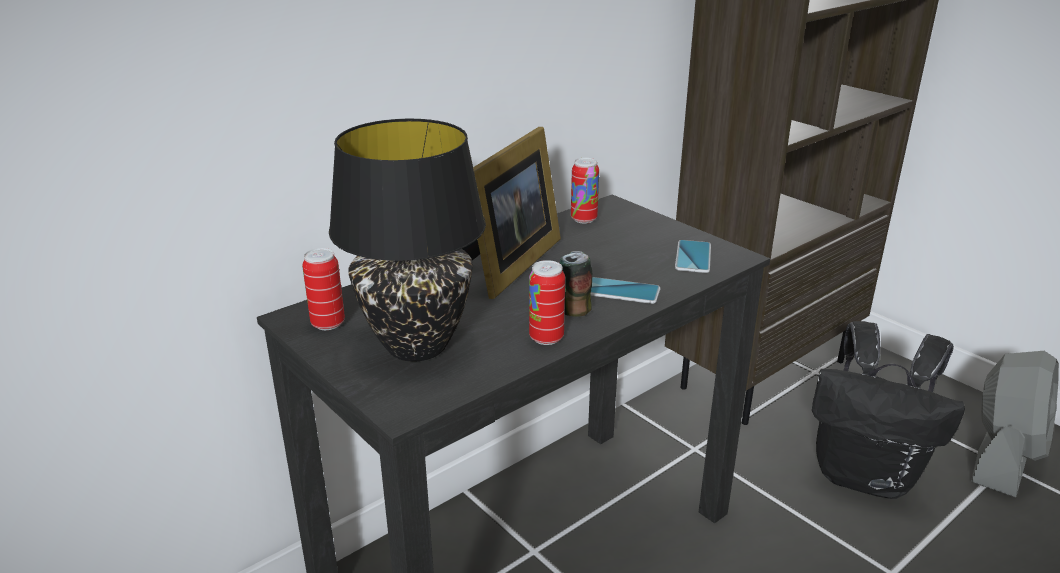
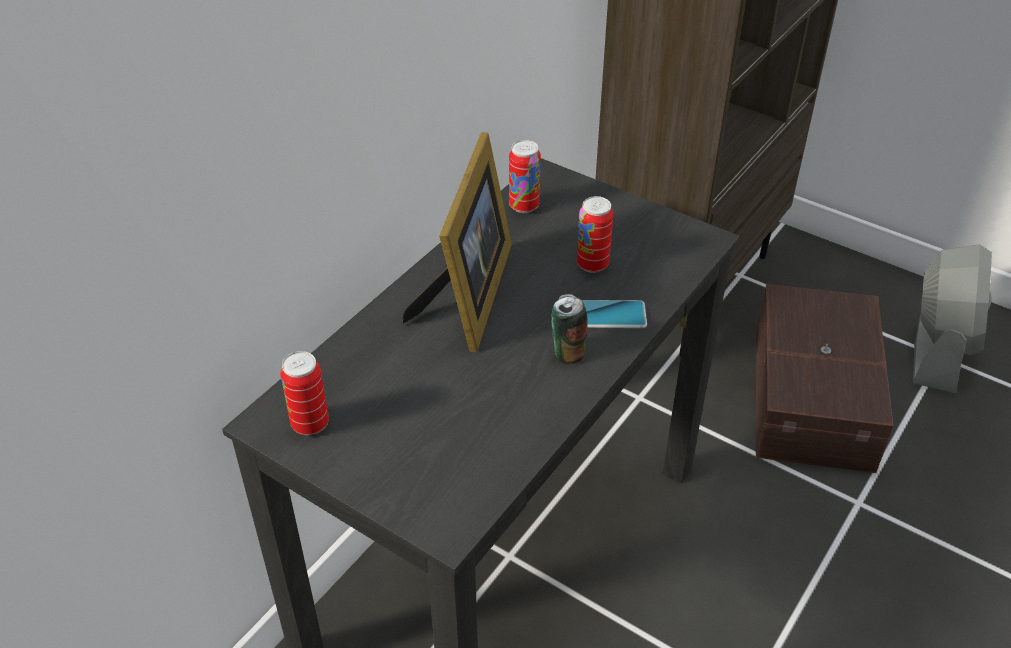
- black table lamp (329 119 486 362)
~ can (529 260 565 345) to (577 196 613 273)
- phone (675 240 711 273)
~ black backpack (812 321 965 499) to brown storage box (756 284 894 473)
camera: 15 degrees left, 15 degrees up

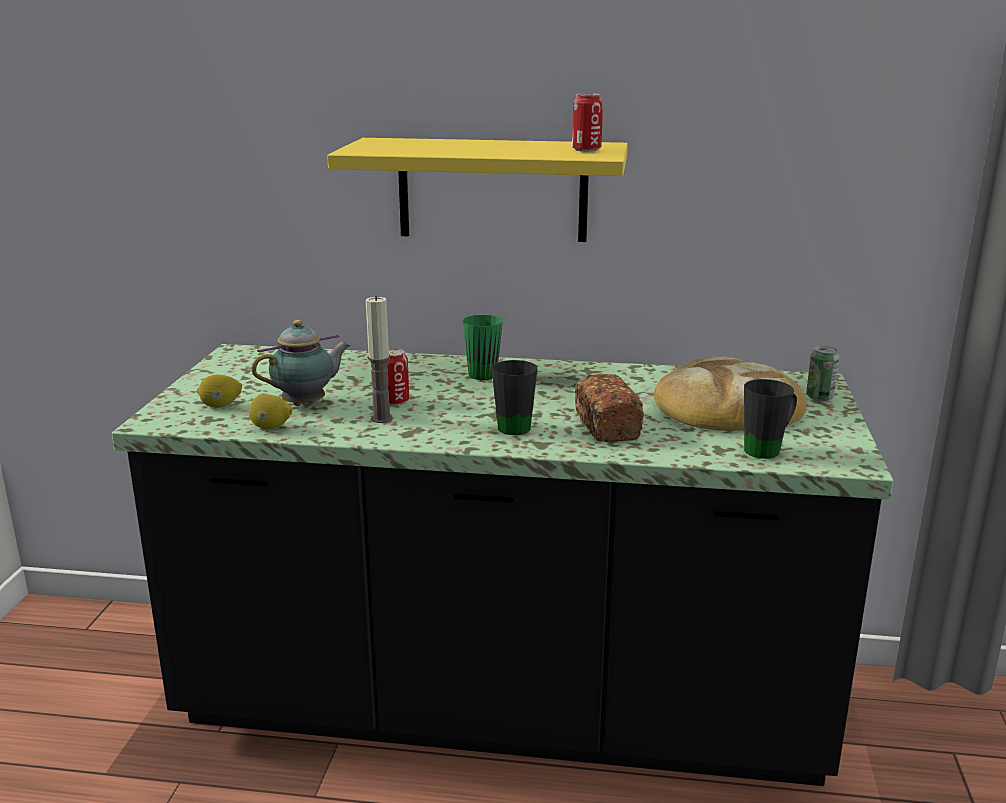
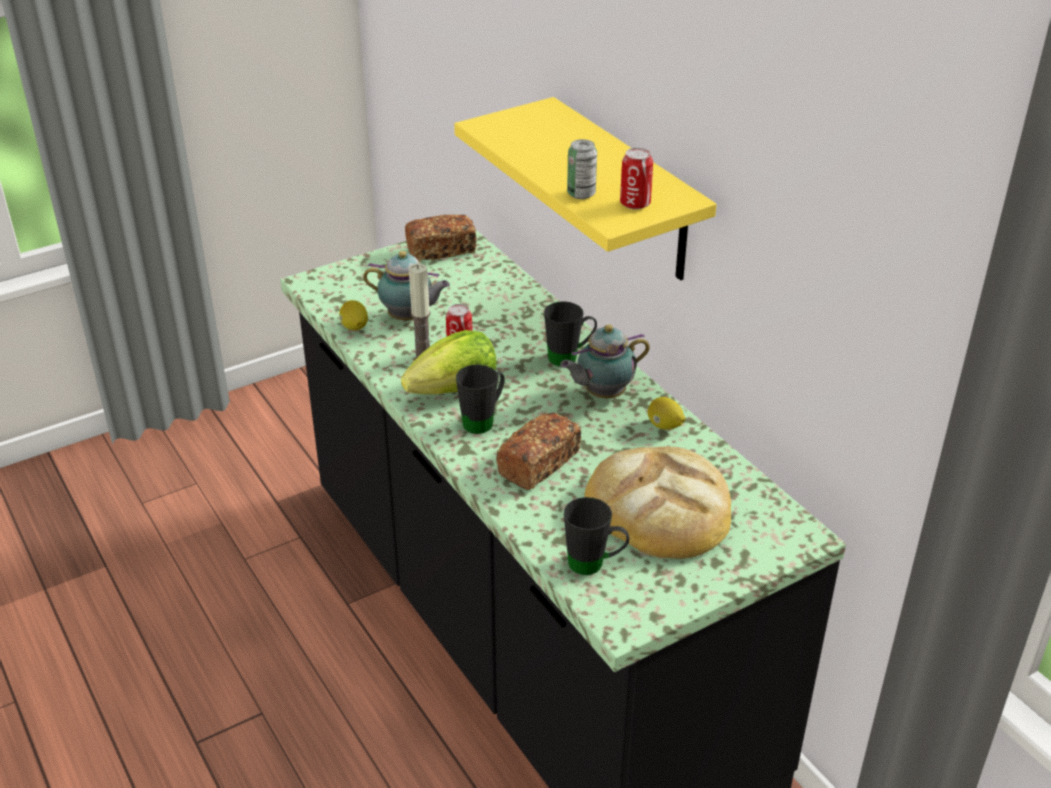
~ lemon (197 375 242 407) to (648 397 685 430)
~ green mug (463 315 503 380) to black mug (544 301 597 366)
~ can (806 346 839 401) to (567 139 597 199)
+ lettuce (401 330 496 394)
+ bread (405 215 476 261)
+ teapot (560 324 650 398)
camera: 50 degrees right, 15 degrees up

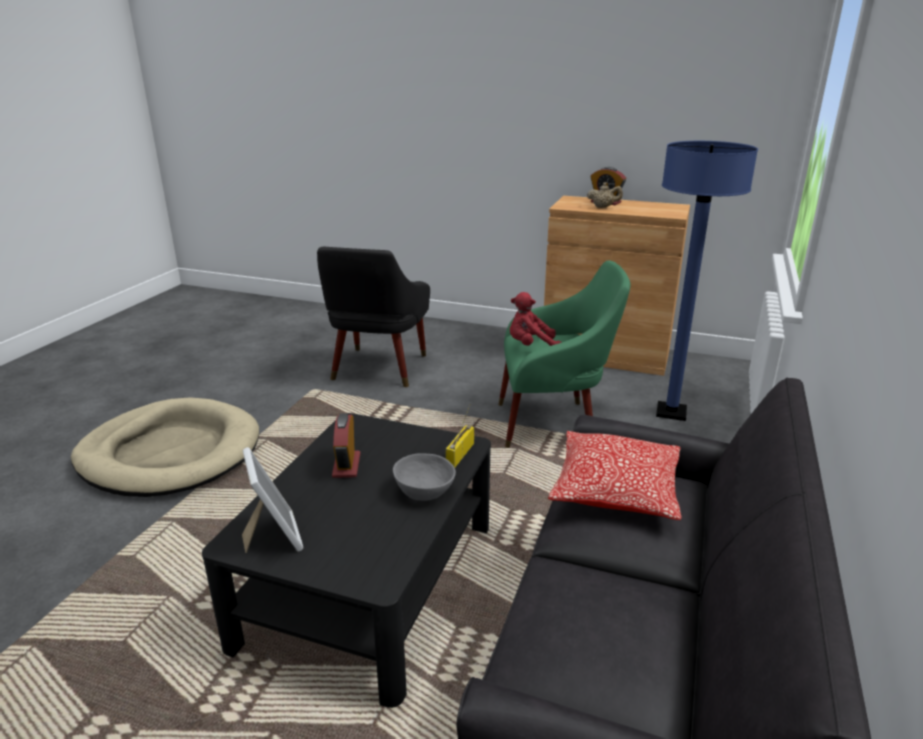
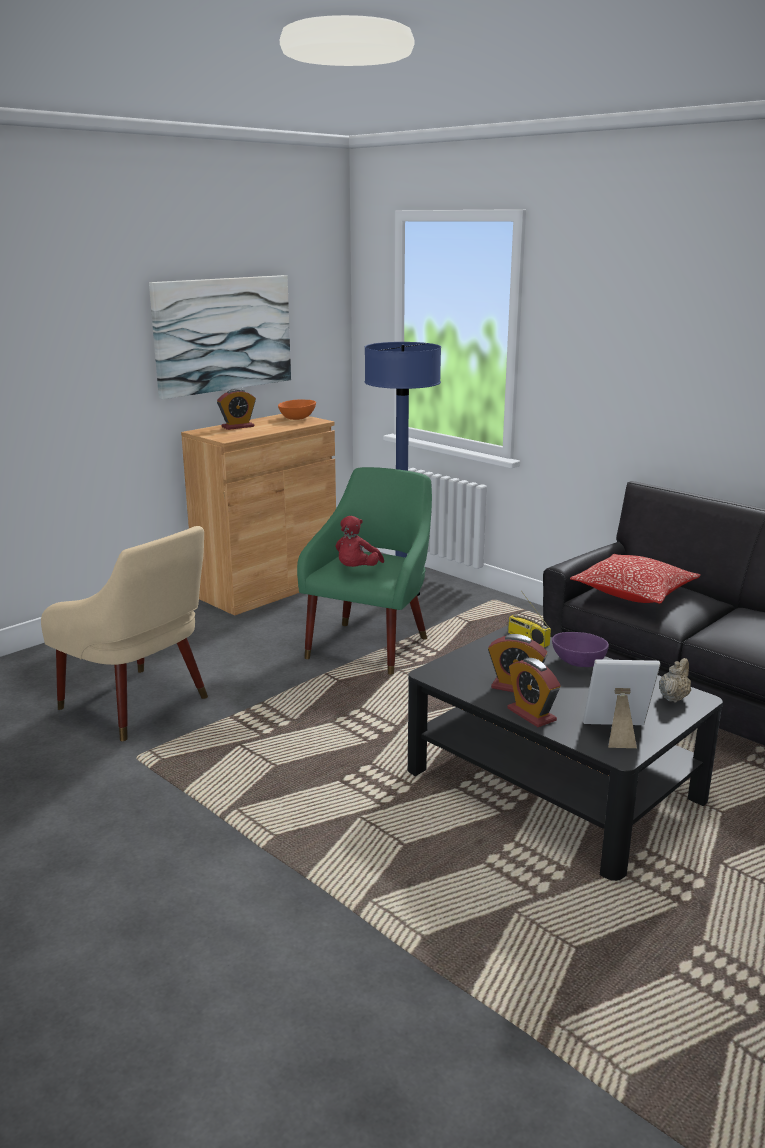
- beige dog bed (71 397 259 497)
~ black armchair (317 247 430 387) to beige armchair (41 526 208 741)
~ grey bowl (393 453 456 501) to purple bowl (552 632 609 667)
~ beige teapot (587 182 623 208) to (659 658 691 703)
+ picture (149 275 291 399)
+ orange bowl (278 400 316 420)
+ alarm clock (507 658 561 727)
camera: 65 degrees left, 5 degrees down

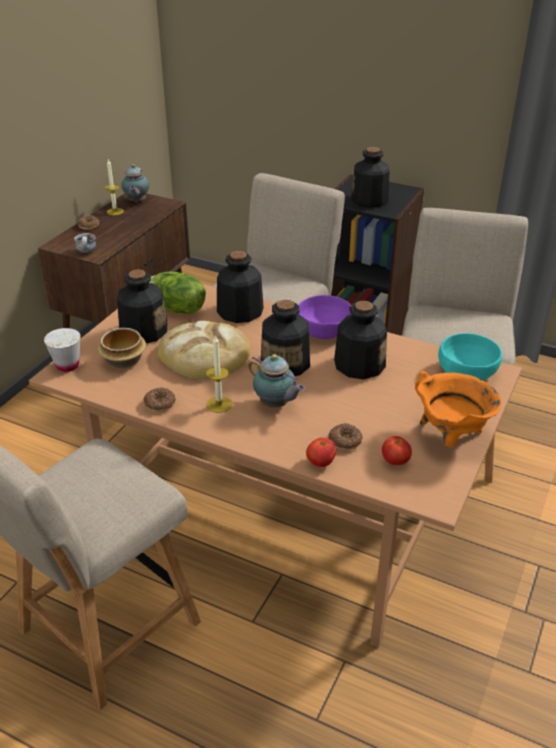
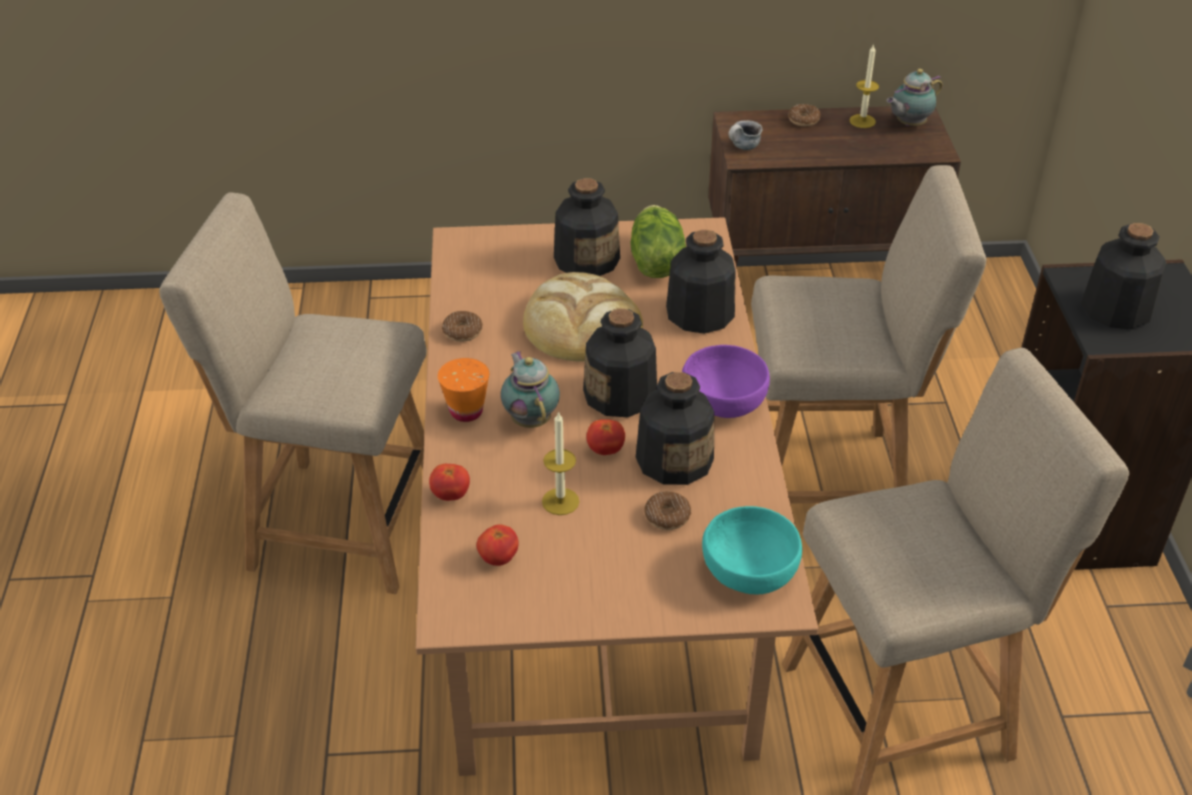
- white cup (44 328 81 372)
- bowl (98 328 146 369)
~ candle (206 335 232 413) to (542 411 579 515)
~ teapot (248 354 305 408) = (501 351 560 428) 150 degrees clockwise
~ donut (328 423 362 450) to (644 492 691 530)
- orange cooking pot (415 371 502 447)
+ orange cup (438 358 489 422)
+ tomato (586 419 625 455)
camera: 60 degrees right, 5 degrees up

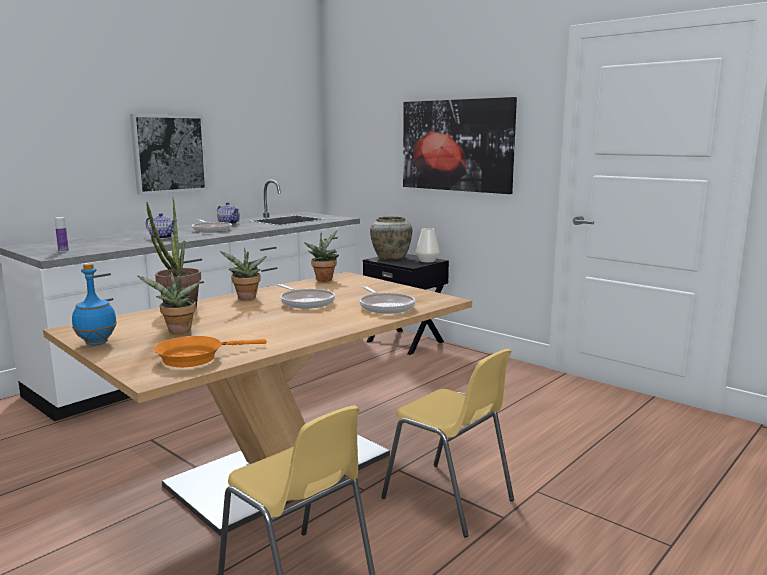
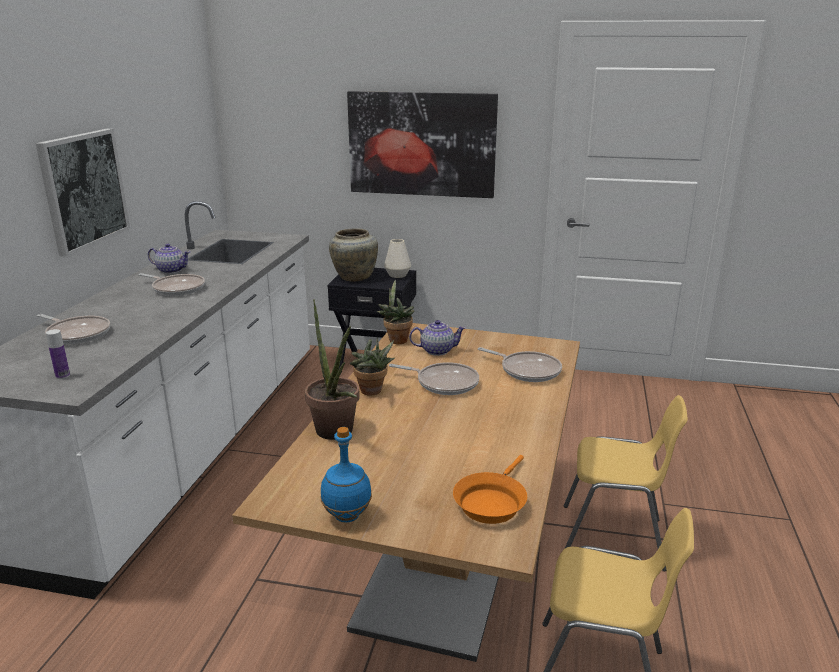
- potted plant (137 272 200 334)
~ teapot (146 213 178 239) to (409 320 466 356)
+ frying pan (37 314 110 344)
camera: 30 degrees left, 10 degrees up

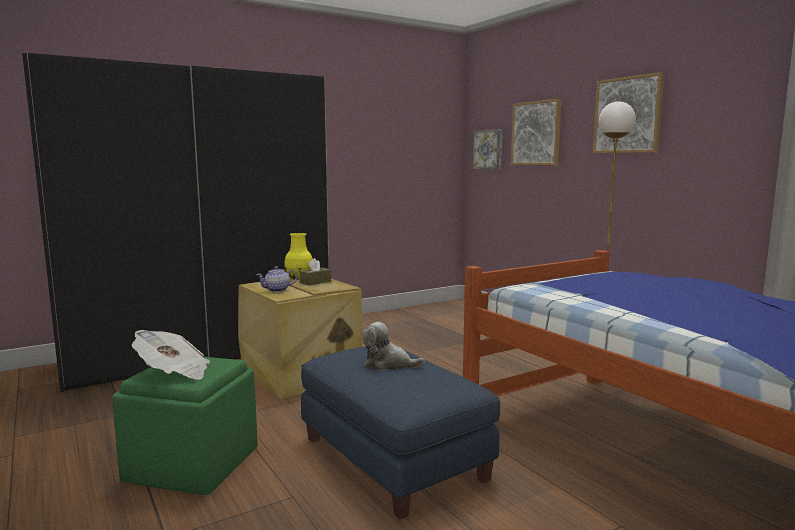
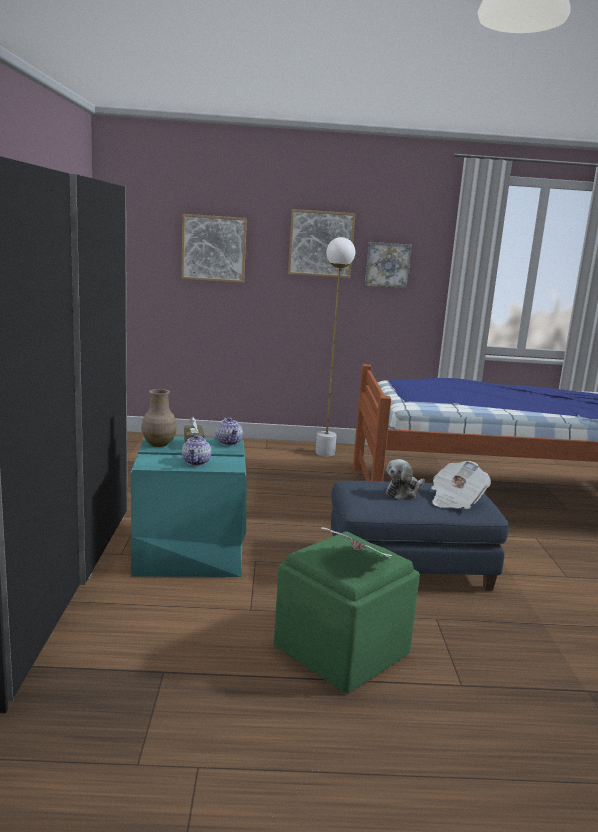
~ beige storage box (238 277 362 399) to turquoise storage box (131 436 246 577)
~ yellow vase (284 233 313 280) to brown vase (141 389 177 447)
~ picture (473 129 502 169) to (365 242 412 289)
+ teapot (216 417 243 445)
+ newspaper (431 461 491 509)
camera: 60 degrees left, 5 degrees up

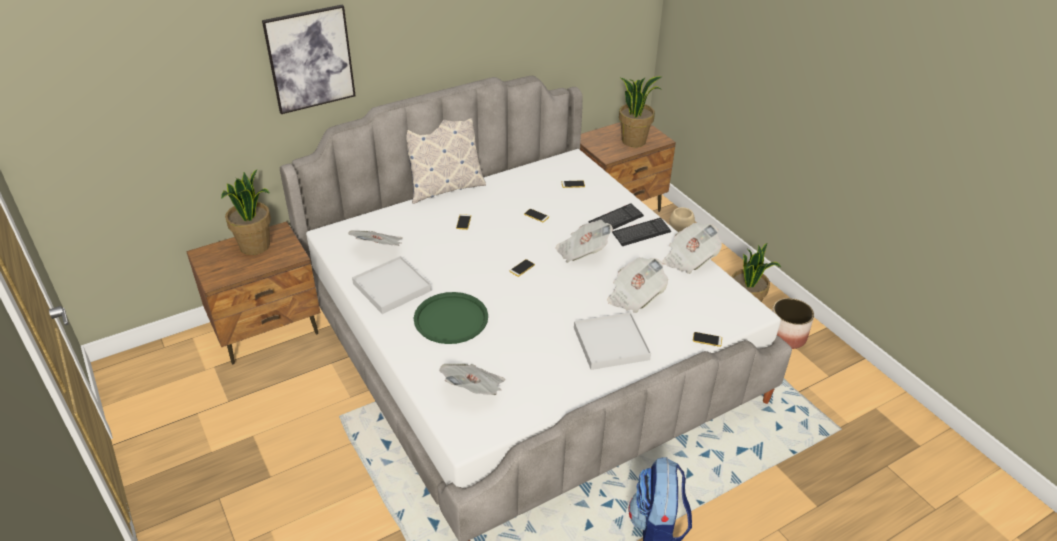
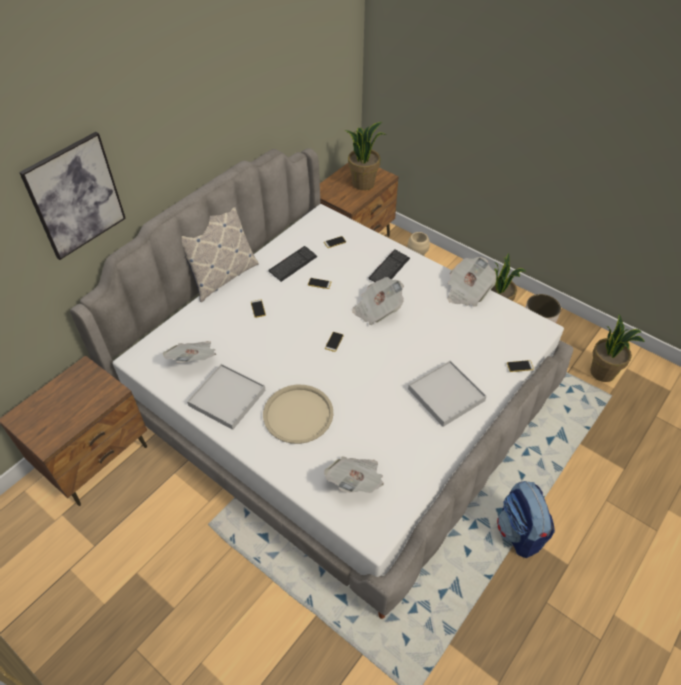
~ potted plant (221 169 271 255) to (590 314 645 382)
~ green tray (414 292 488 344) to beige tray (263 385 334 444)
- newspaper (607 257 668 313)
~ keyboard (612 218 671 246) to (268 246 318 282)
camera: 20 degrees left, 10 degrees up

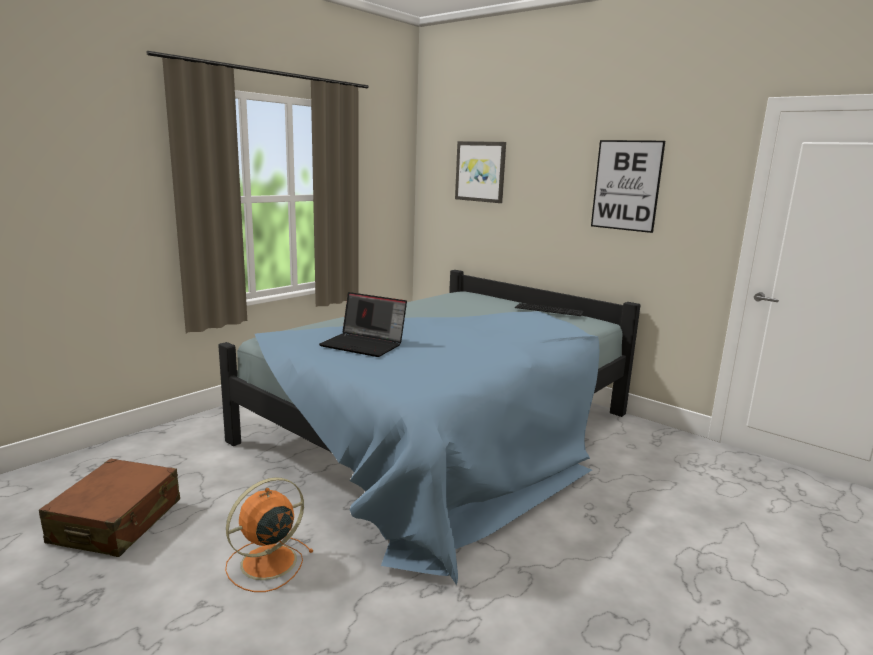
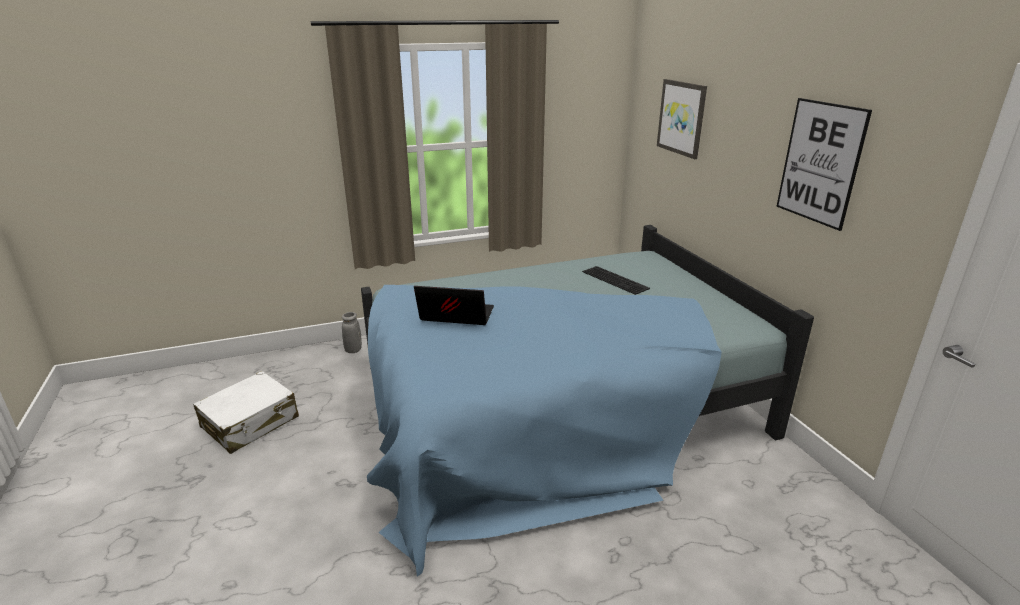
~ brown suitcase (39 459 180 557) to white suitcase (193 371 299 454)
- orange fan (225 477 314 592)
~ laptop (319 292 407 357) = (414 286 494 325) 135 degrees clockwise
~ keyboard (515 303 584 316) to (582 266 650 295)
+ grey vase (342 312 362 353)
camera: 30 degrees right, 10 degrees up

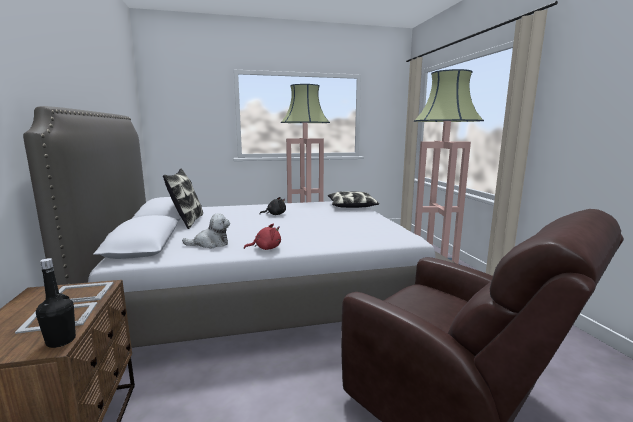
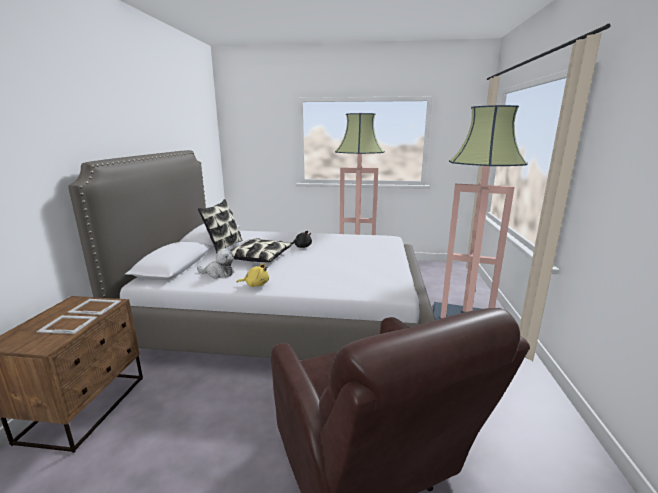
- black bottle (36 258 76 348)
~ red plush toy (244 224 281 250) to yellow plush toy (236 263 269 287)
~ pillow (328 191 379 208) to (231 238 292 262)
camera: 20 degrees right, 5 degrees up

